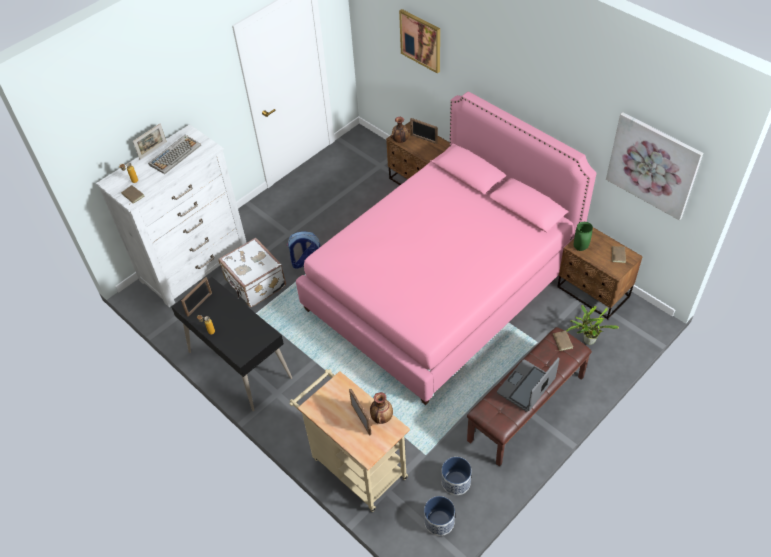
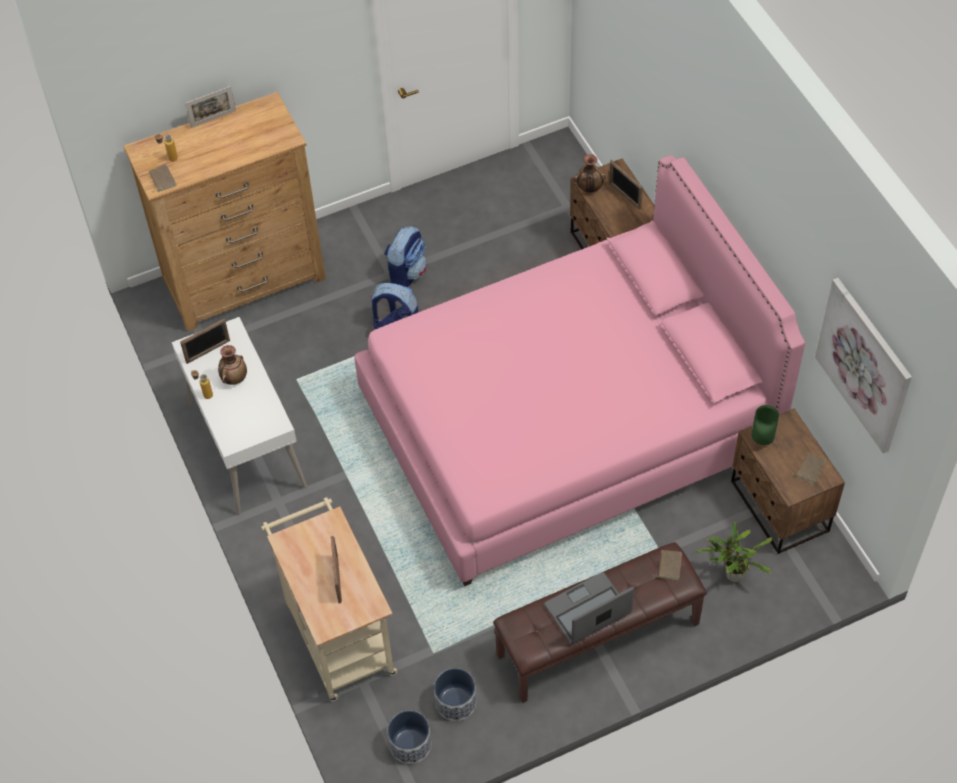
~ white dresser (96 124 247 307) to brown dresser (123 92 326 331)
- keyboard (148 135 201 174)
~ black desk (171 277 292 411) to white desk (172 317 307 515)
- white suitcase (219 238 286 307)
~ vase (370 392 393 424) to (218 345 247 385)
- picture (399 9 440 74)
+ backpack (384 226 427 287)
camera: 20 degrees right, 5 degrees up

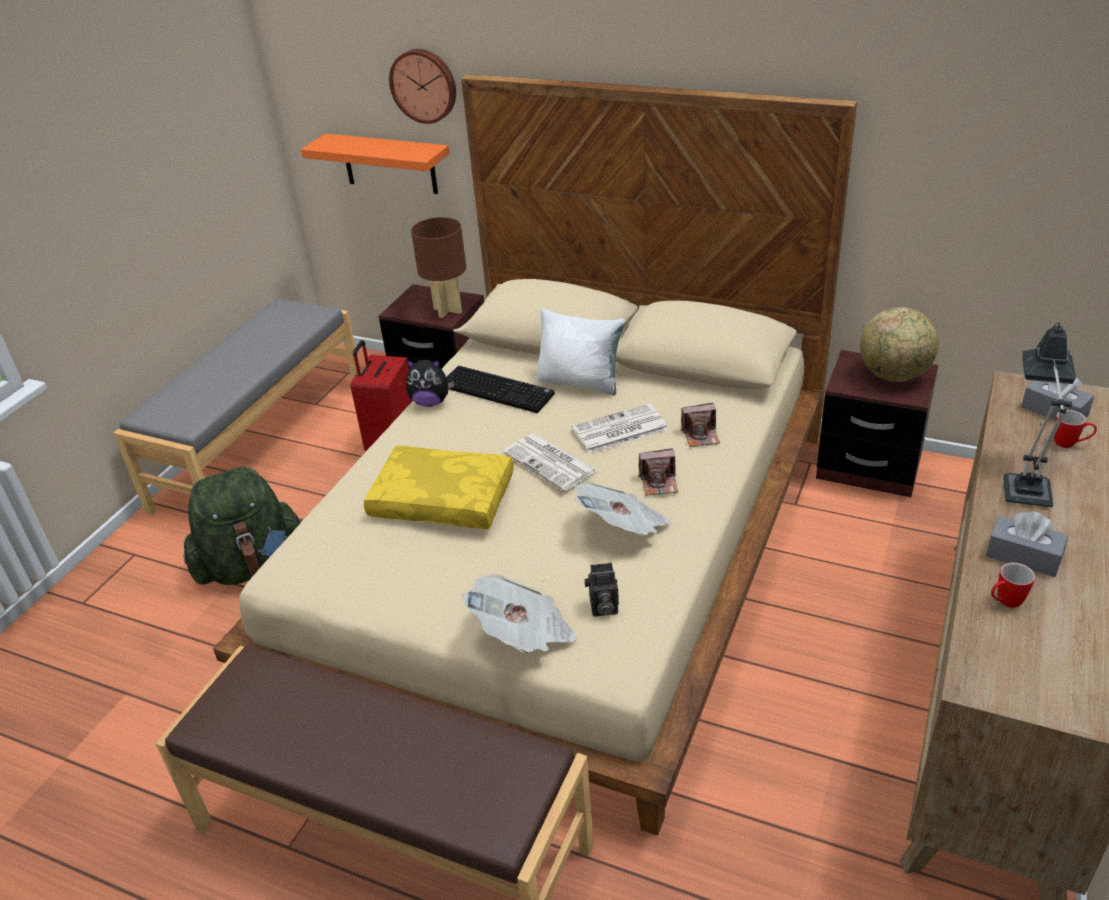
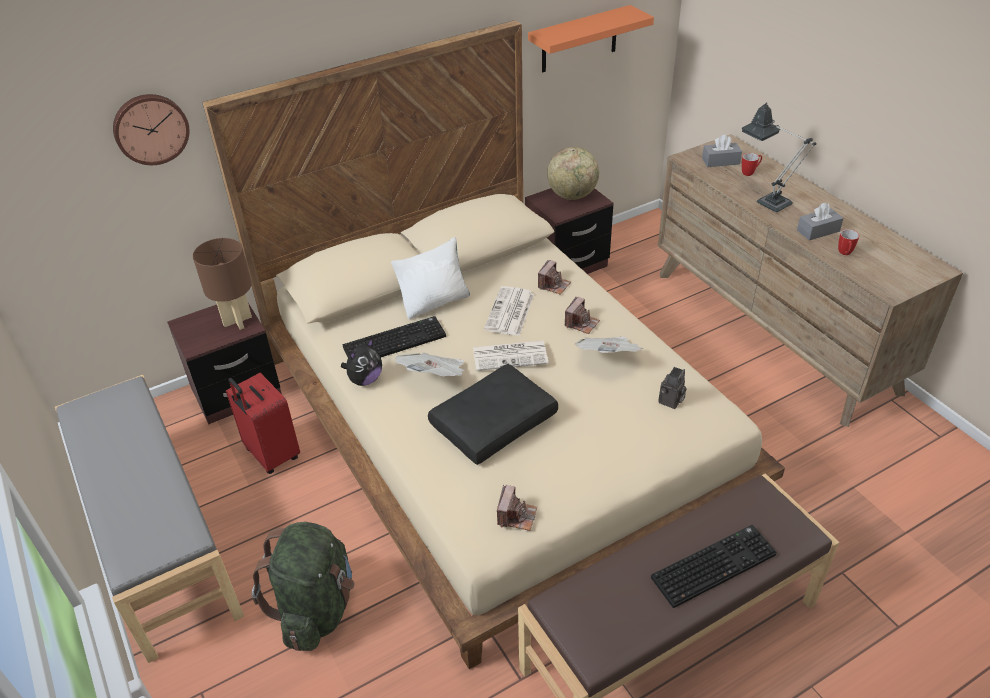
~ orange shelf (301 133 449 194) to (528 5 654 72)
~ yellow pillow (364 446 514 529) to black pillow (428 364 558 465)
~ newspaper (462 574 577 653) to (395 353 465 376)
+ photo camera (497 485 537 531)
+ keyboard (651 525 777 608)
camera: 55 degrees left, 5 degrees up

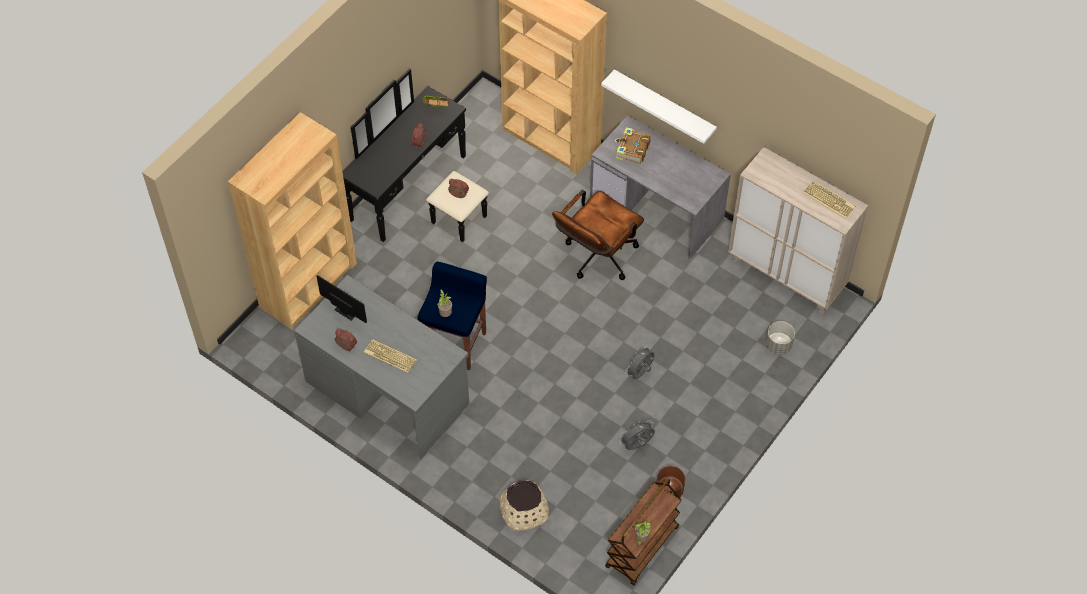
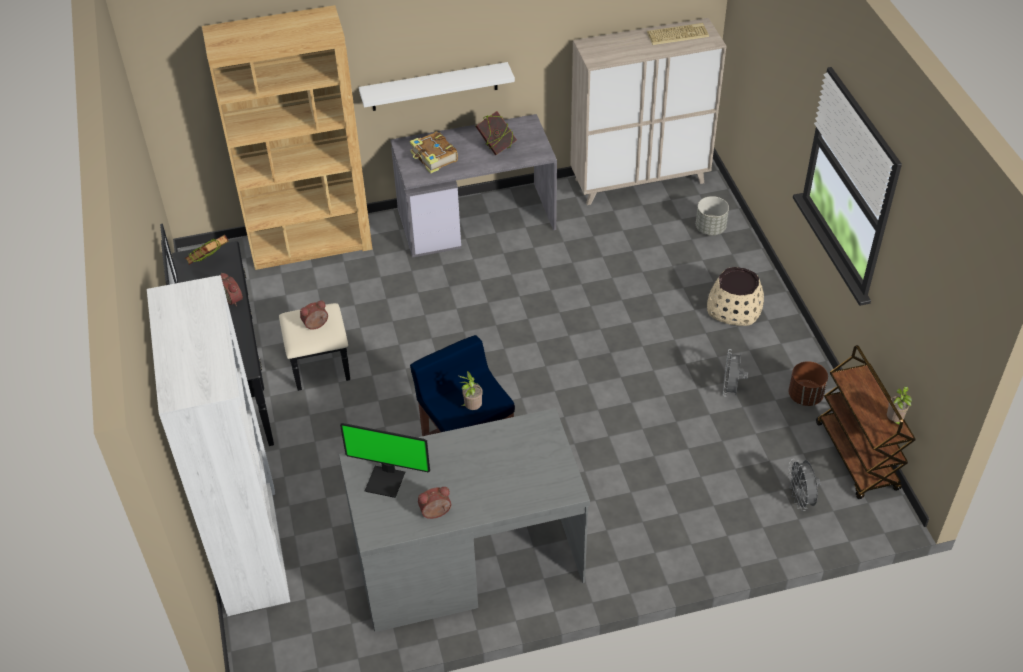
~ brown bookcase (228 112 357 329) to white bookcase (147 275 290 616)
~ monitor (317 275 367 323) = (340 423 430 498) 150 degrees counterclockwise
- keyboard (364 339 417 373)
~ beige planter (499 480 549 531) to (707 267 764 326)
- brown office chair (552 190 644 280)
~ grey fan (625 345 655 379) to (788 459 821 511)
+ book (475 111 517 155)
camera: 50 degrees left, 10 degrees down

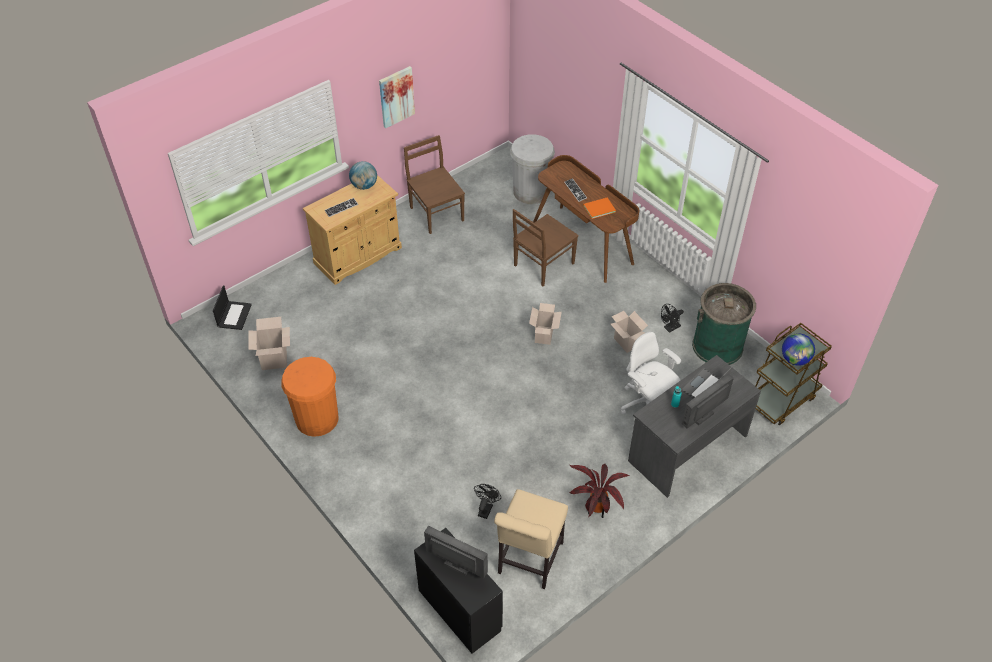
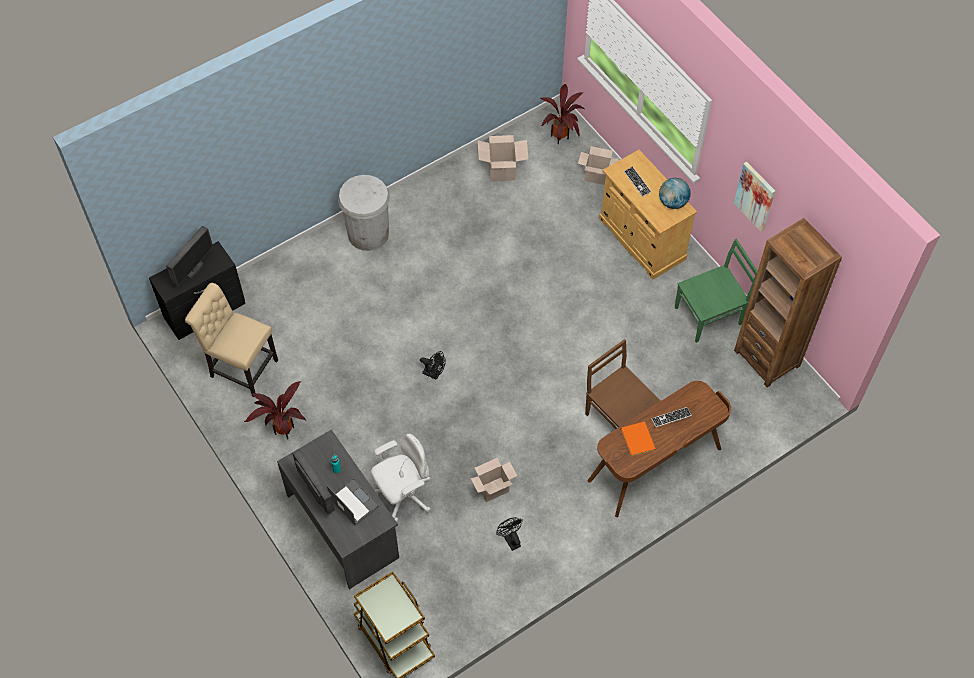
~ laptop (213 285 252 330) to potted plant (540 84 586 144)
- orange trash can (281 357 339 437)
~ brown chair (404 135 465 234) to green chair (675 239 758 343)
~ black fan (474 484 502 519) to (420 351 446 380)
~ white trash can (510 134 555 204) to (338 175 390 251)
~ cardboard box (529 303 562 345) to (578 146 619 185)
- green trash can (692 283 756 365)
- globe (782 333 815 366)
+ brown bookcase (734 218 842 388)
camera: 95 degrees right, 10 degrees up

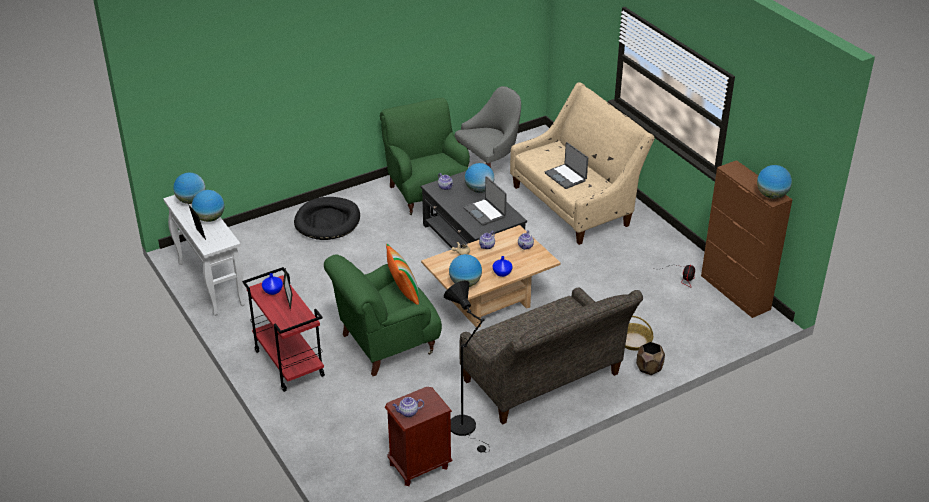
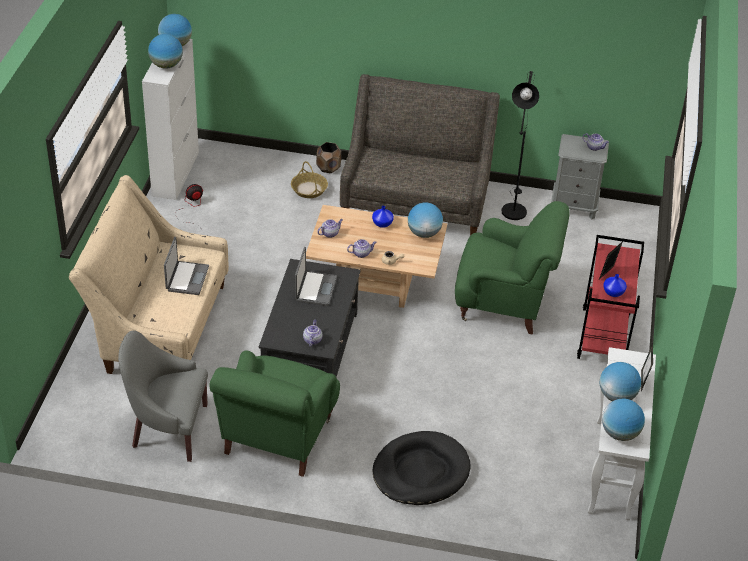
~ brown nightstand (385 387 452 486) to grey nightstand (551 134 609 219)
- pillow (386 244 419 305)
~ globe (465 163 494 193) to (148 34 183 68)
~ brown cabinet (701 160 793 318) to white cabinet (142 39 199 200)
camera: 140 degrees left, 5 degrees up

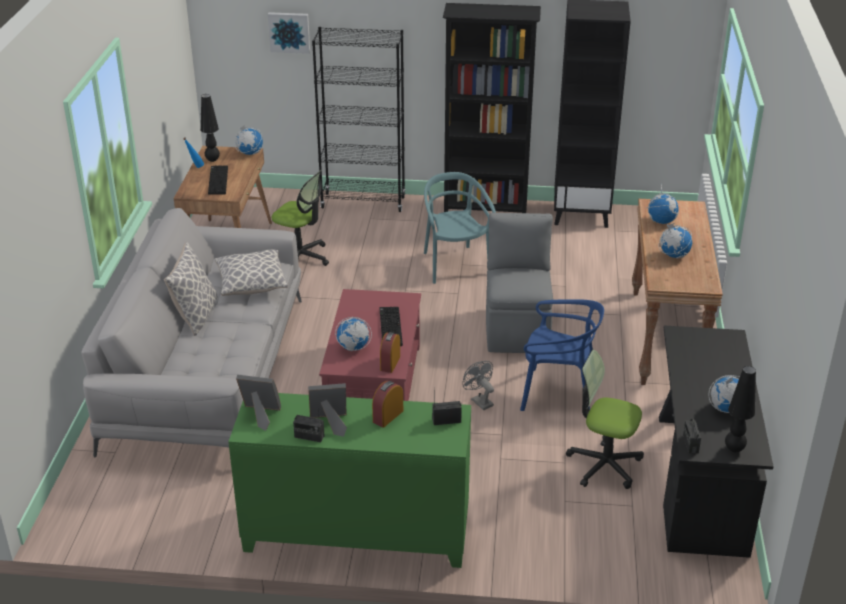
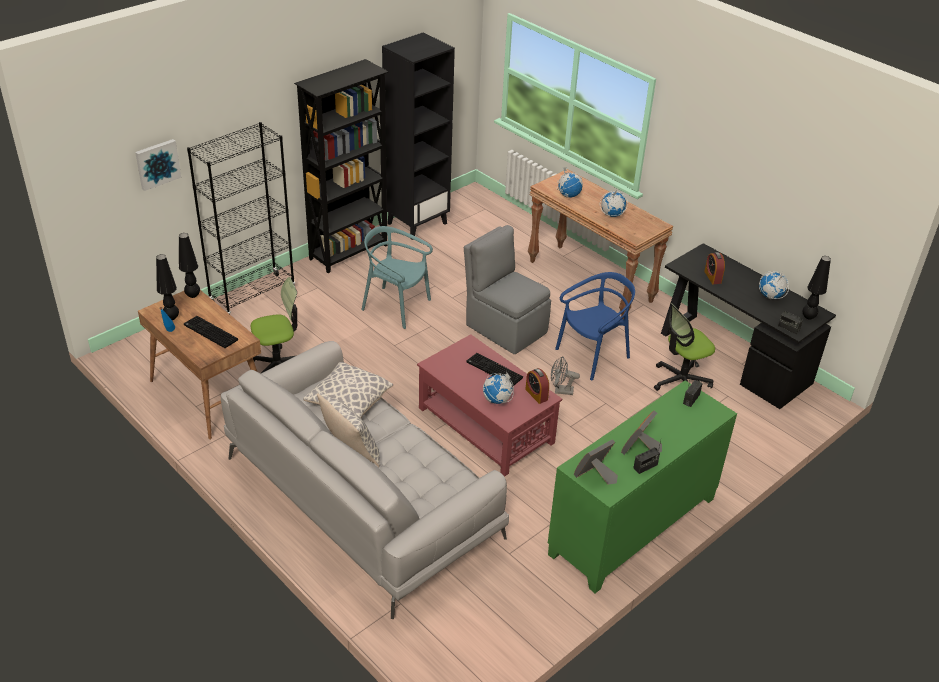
~ globe (235 125 263 155) to black table lamp (179 233 200 298)
~ alarm clock (372 381 403 428) to (704 252 725 284)
camera: 50 degrees left, 5 degrees up

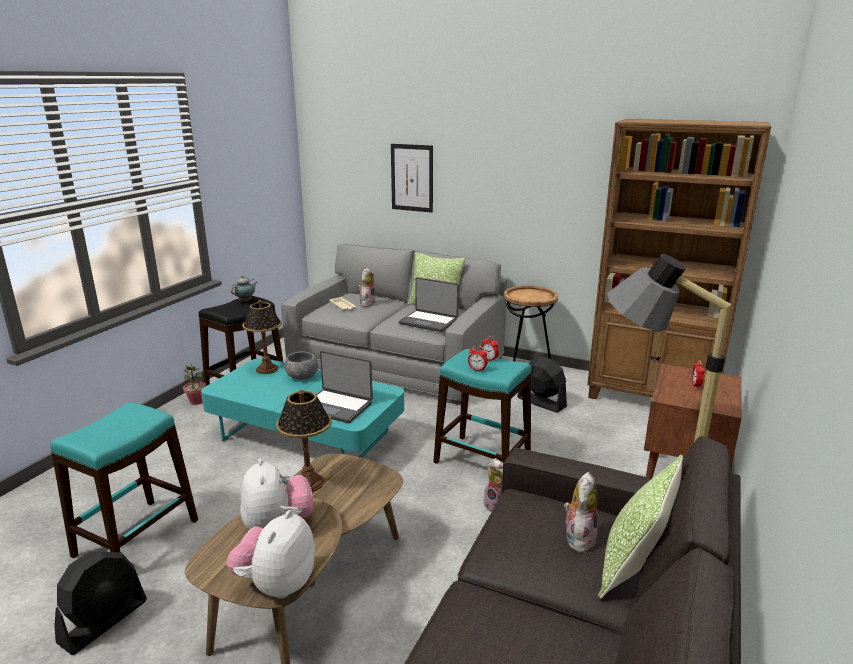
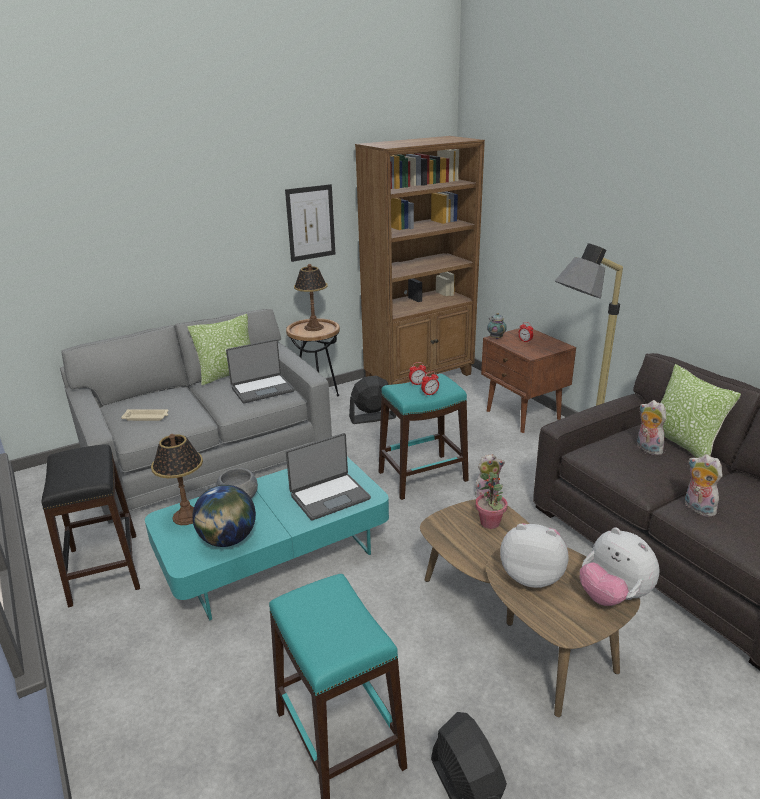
~ potted plant (183 362 206 405) to (475 472 507 529)
~ teapot (231 275 257 302) to (487 313 507 339)
~ table lamp (276 390 332 492) to (294 264 328 331)
~ plush toy (359 268 375 307) to (685 454 723 517)
~ picture (391 144 433 213) to (285 184 335 262)
+ globe (192 485 256 547)
camera: 55 degrees left, 5 degrees up

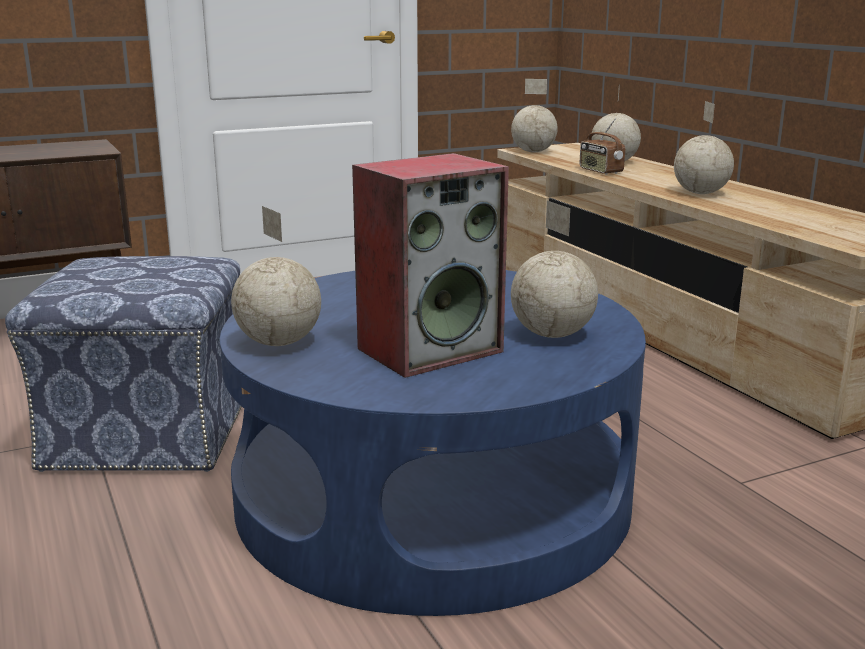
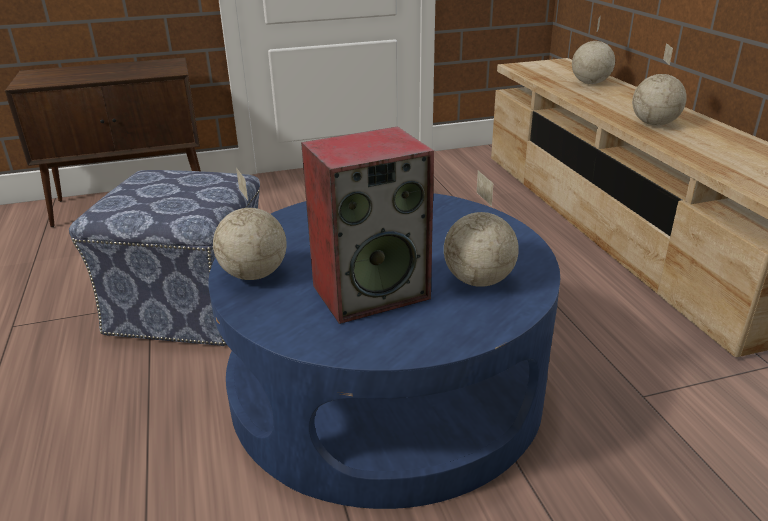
- globe (511 79 558 152)
- radio (580 118 625 175)
camera: 10 degrees right, 10 degrees up

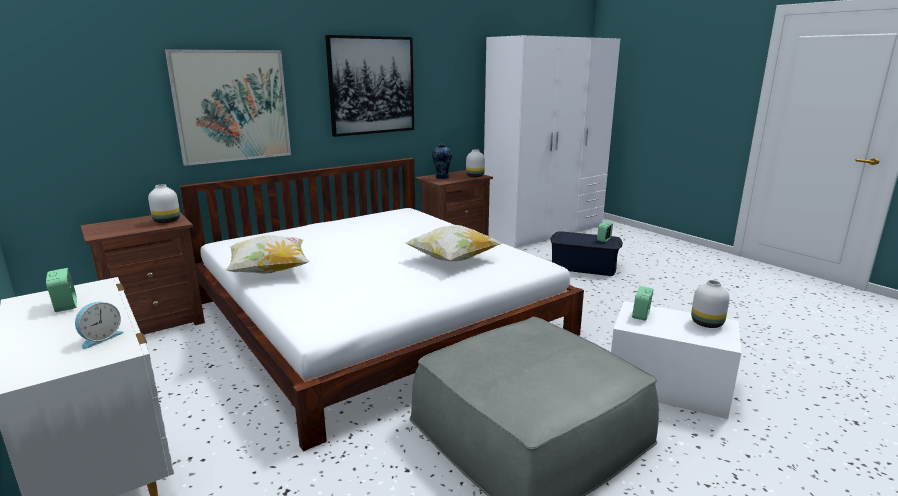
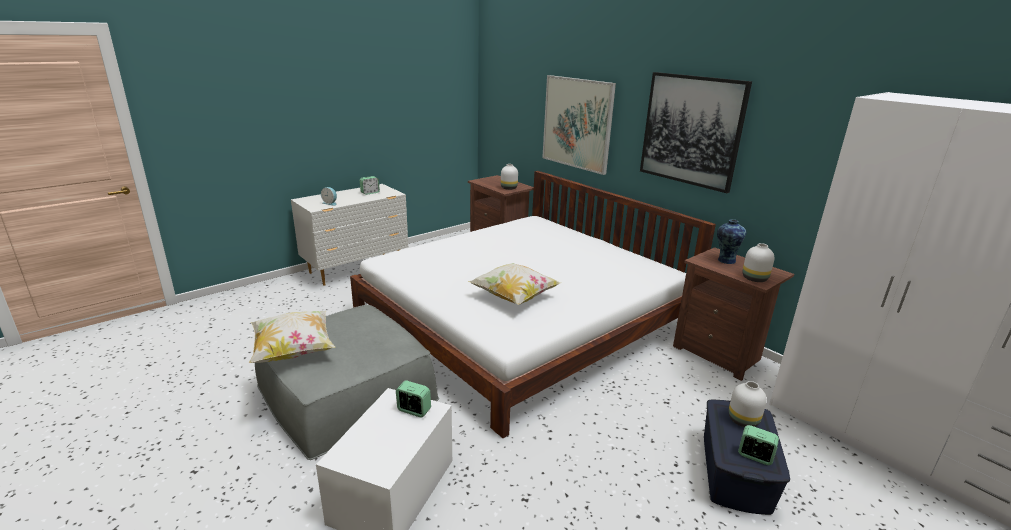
~ pillow (225 235 309 274) to (249 311 335 363)
~ white vase (691 280 730 328) to (729 381 767 427)
camera: 85 degrees right, 5 degrees up

